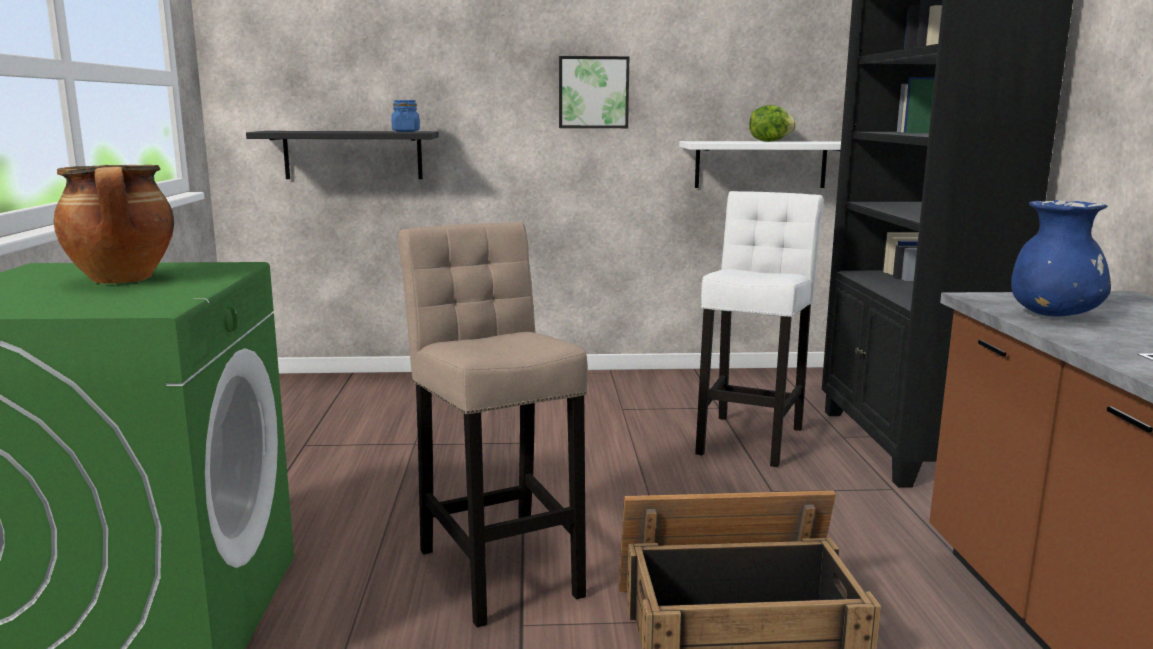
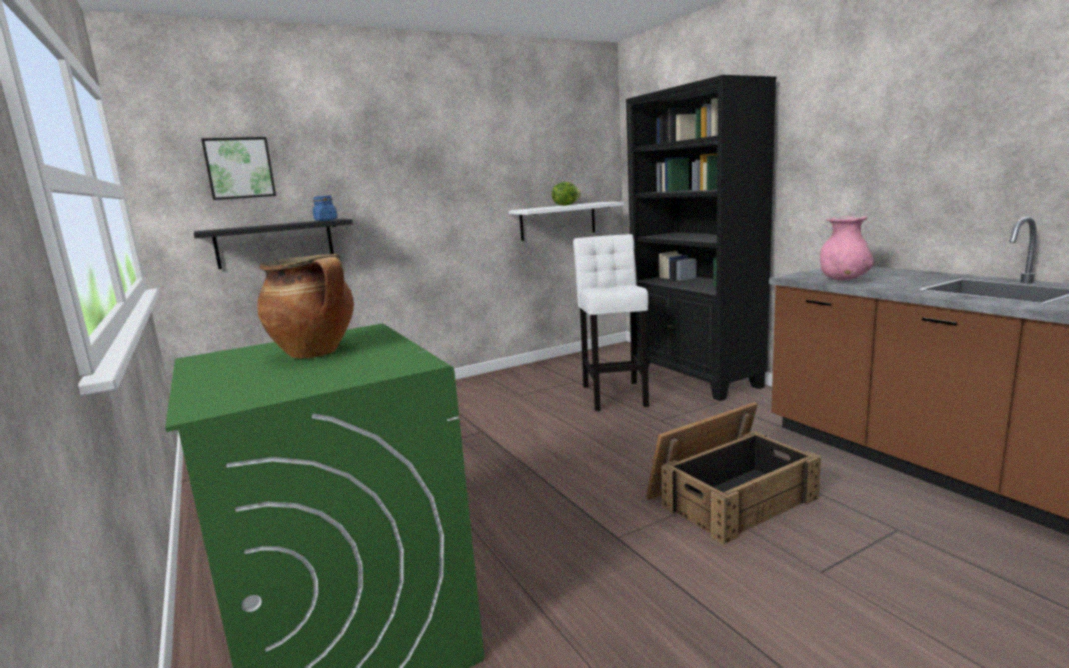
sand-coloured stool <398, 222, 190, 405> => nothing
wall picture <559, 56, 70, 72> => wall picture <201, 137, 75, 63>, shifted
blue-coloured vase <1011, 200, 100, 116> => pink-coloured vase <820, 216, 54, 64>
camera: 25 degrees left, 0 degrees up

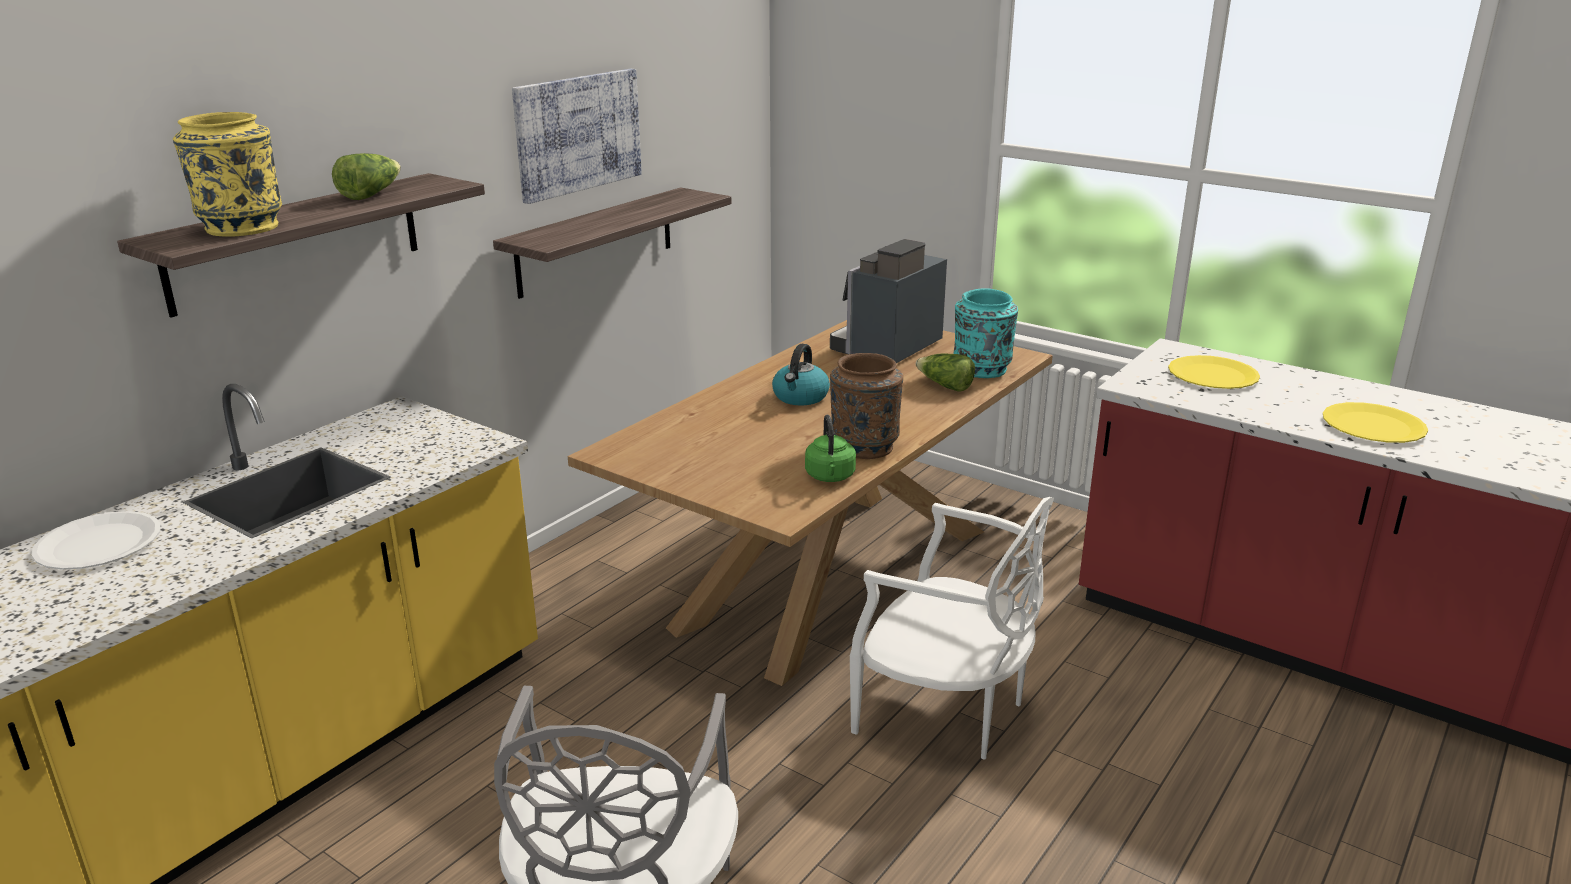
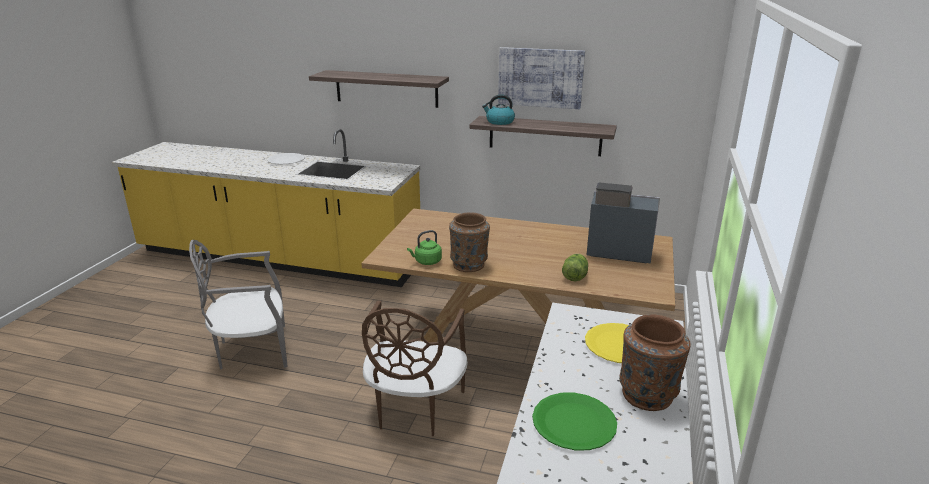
yellow-coloured vase <173, 112, 109, 125> => nothing
head of lettuce <332, 153, 69, 47> => nothing
turquoise vase <954, 288, 64, 90> => nothing
nothing => brownish vase <619, 314, 72, 97>
water kettle <772, 344, 58, 61> => water kettle <482, 95, 33, 30>, shifted
white plain chair <850, 497, 204, 263> => brownish plain chair <362, 300, 106, 136>
yellow-coloured flat dish <1323, 402, 105, 41> => greenish flat dish <532, 392, 85, 58>
camera: 70 degrees right, 0 degrees up

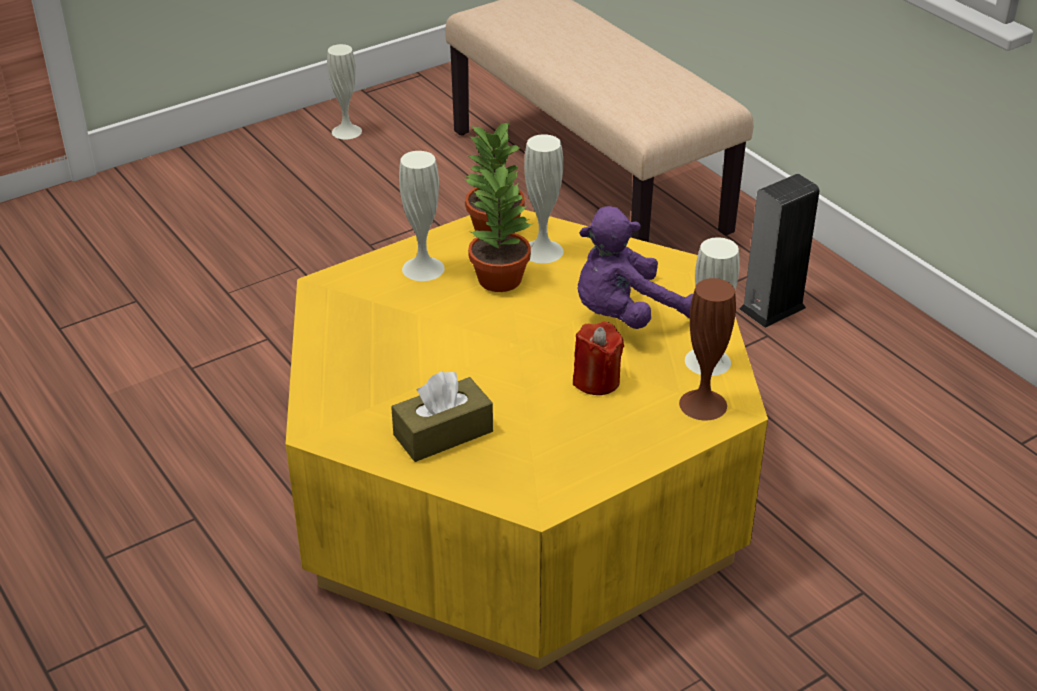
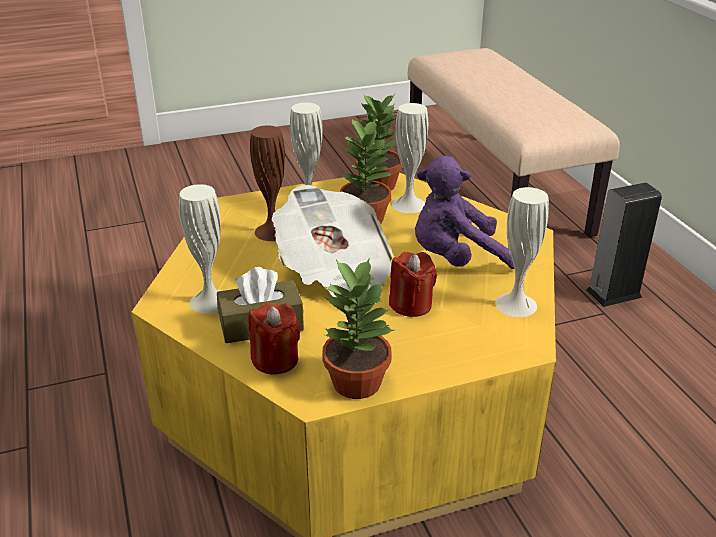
nothing => reddish candle <248, 302, 52, 72>
nothing => printed paper <272, 185, 121, 113>
nothing => potted plant <322, 258, 72, 141>
white vase <327, 44, 35, 95> => white vase <179, 184, 42, 130>, shifted
brownish vase <679, 278, 57, 143> => brownish vase <250, 126, 35, 115>, shifted
camera: 15 degrees right, 5 degrees down

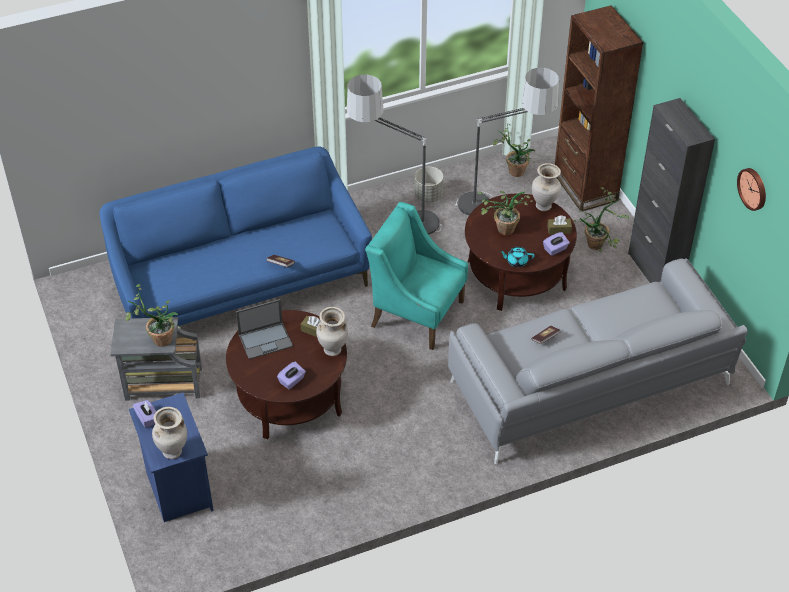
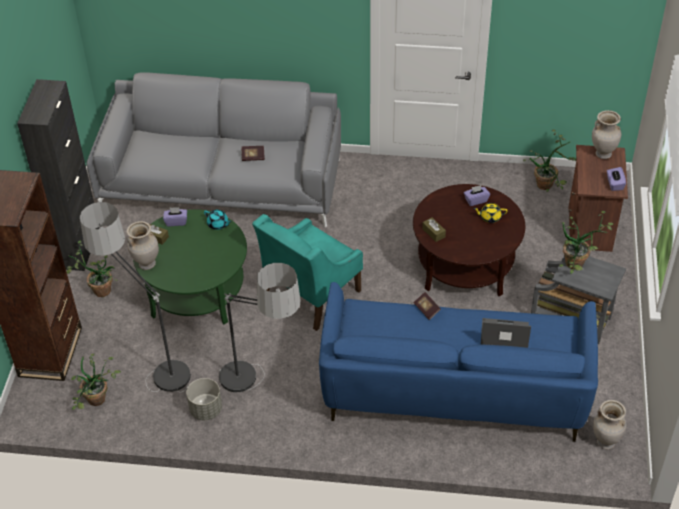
hanging clock <737, 168, 29, 43> => nothing
nothing => yellow-coloured tea pot <473, 203, 35, 20>
portable computer <236, 299, 57, 60> => portable computer <481, 318, 50, 30>, shifted
sand-coloured vase <316, 307, 32, 49> => sand-coloured vase <593, 400, 34, 49>, shifted
potted plant <477, 191, 56, 44> => potted plant <523, 129, 53, 63>, shifted
blue-coloured bedside table <129, 393, 85, 129> => brownish bedside table <569, 145, 59, 107>
brownish lounge table <465, 194, 112, 117> => greenish lounge table <133, 209, 114, 115>
turquoise armchair <365, 202, 103, 148> => turquoise armchair <252, 214, 111, 117>, 75 degrees clockwise
camera: 150 degrees left, 0 degrees up

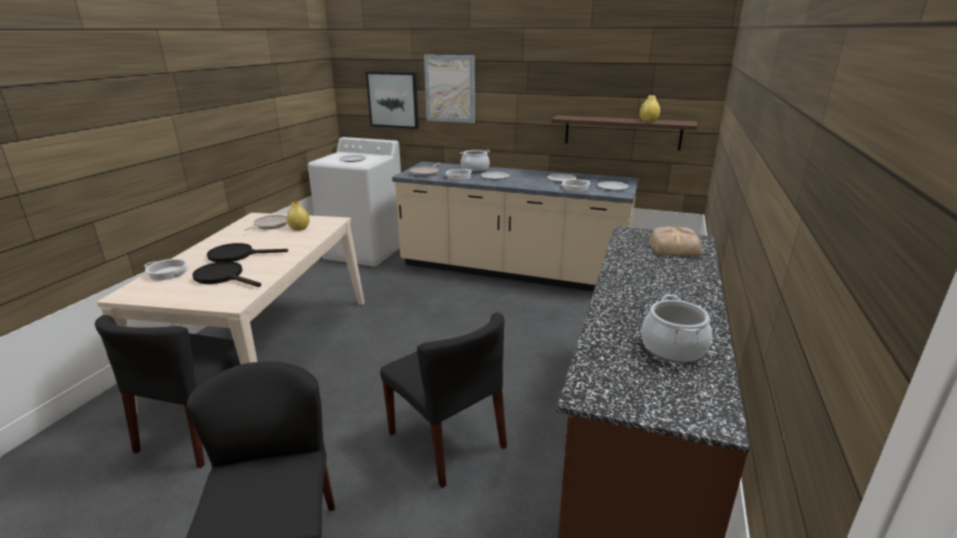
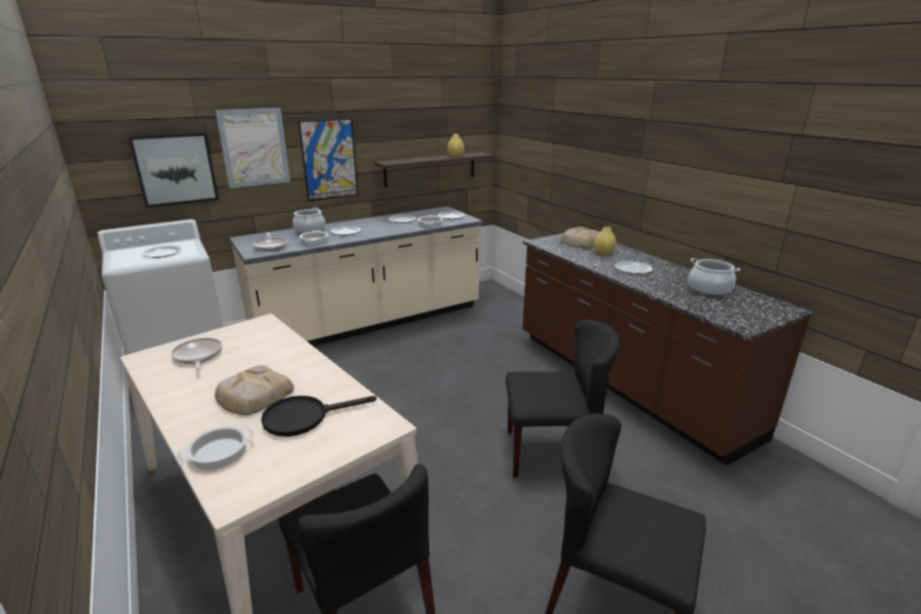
nothing => wall picture <298, 119, 60, 82>
nothing => flat dish <614, 261, 39, 13>
yellow-coloured vase <286, 202, 24, 29> => yellow-coloured vase <594, 226, 22, 29>, shifted
blackish frying pan <207, 243, 81, 19> => bakery bread <215, 365, 79, 50>
camera: 50 degrees left, 0 degrees up

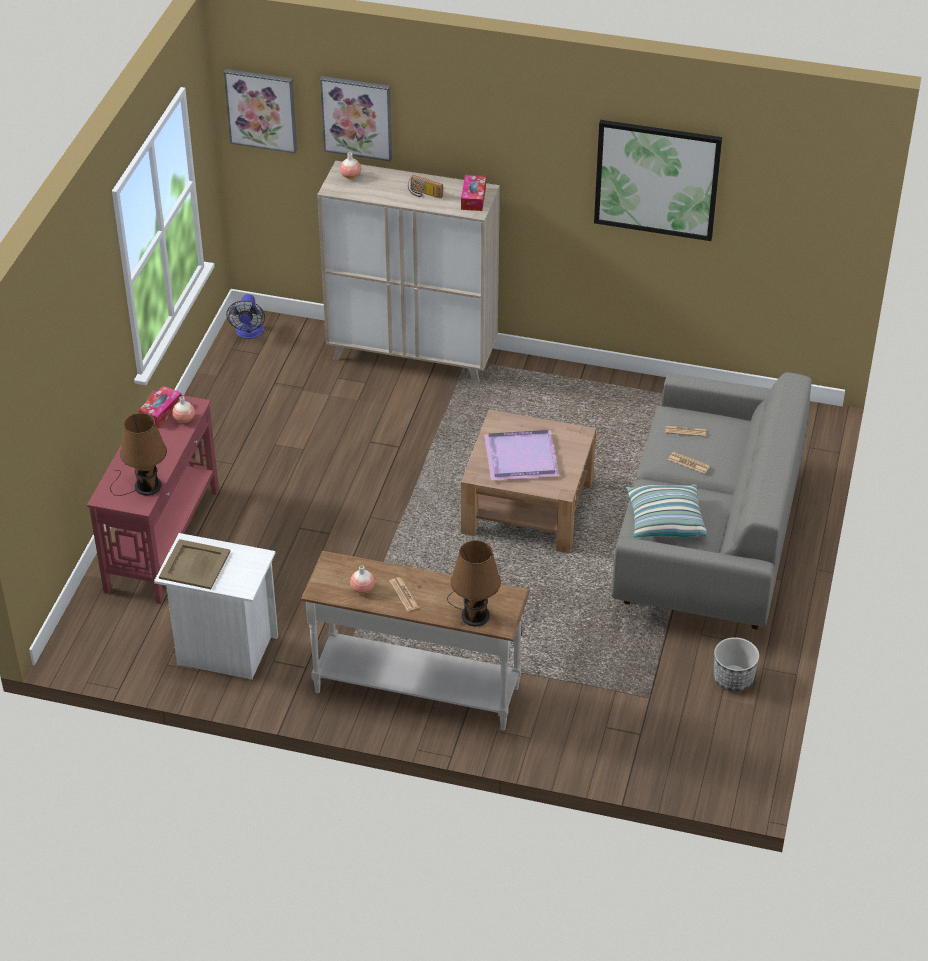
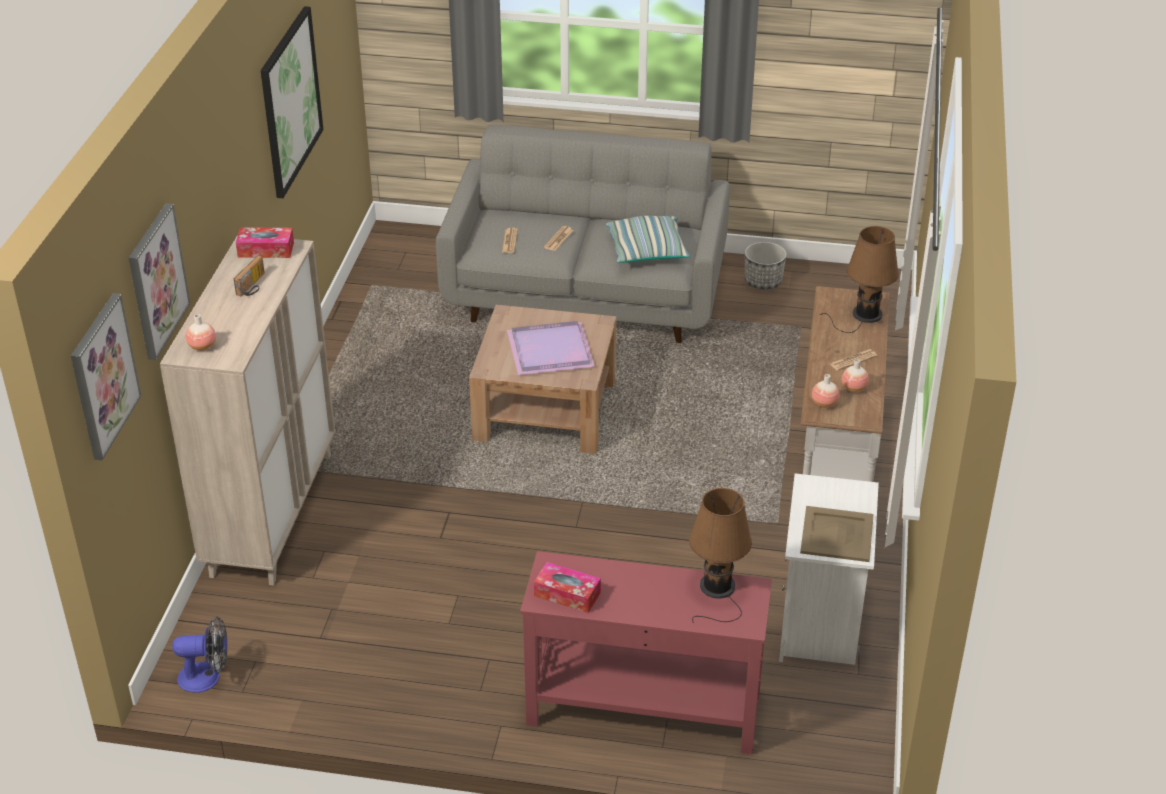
vase <172, 396, 23, 27> => vase <812, 374, 27, 34>, shifted
camera: 95 degrees left, 5 degrees down

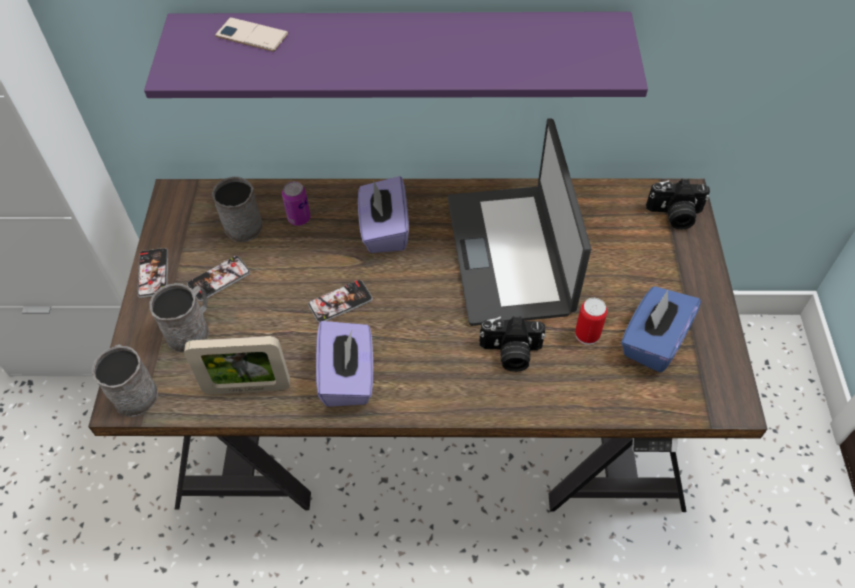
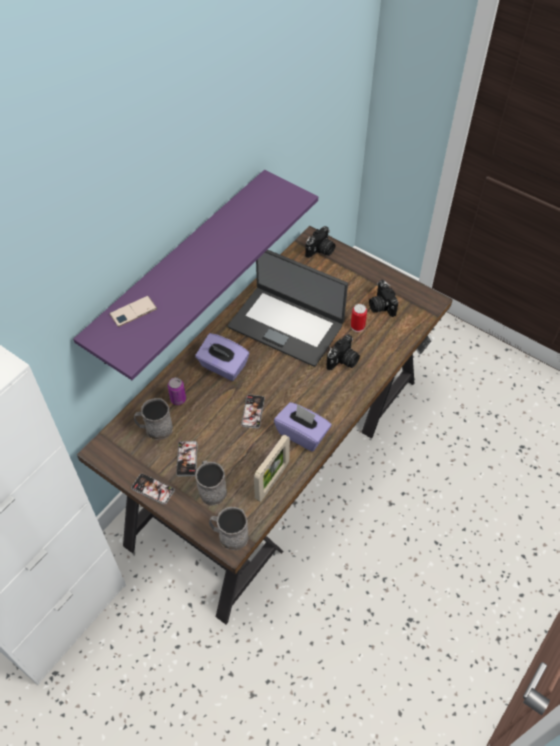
blue-coloured box of tissues <621, 286, 80, 86> => still camera <369, 280, 30, 37>
camera: 55 degrees left, 0 degrees up

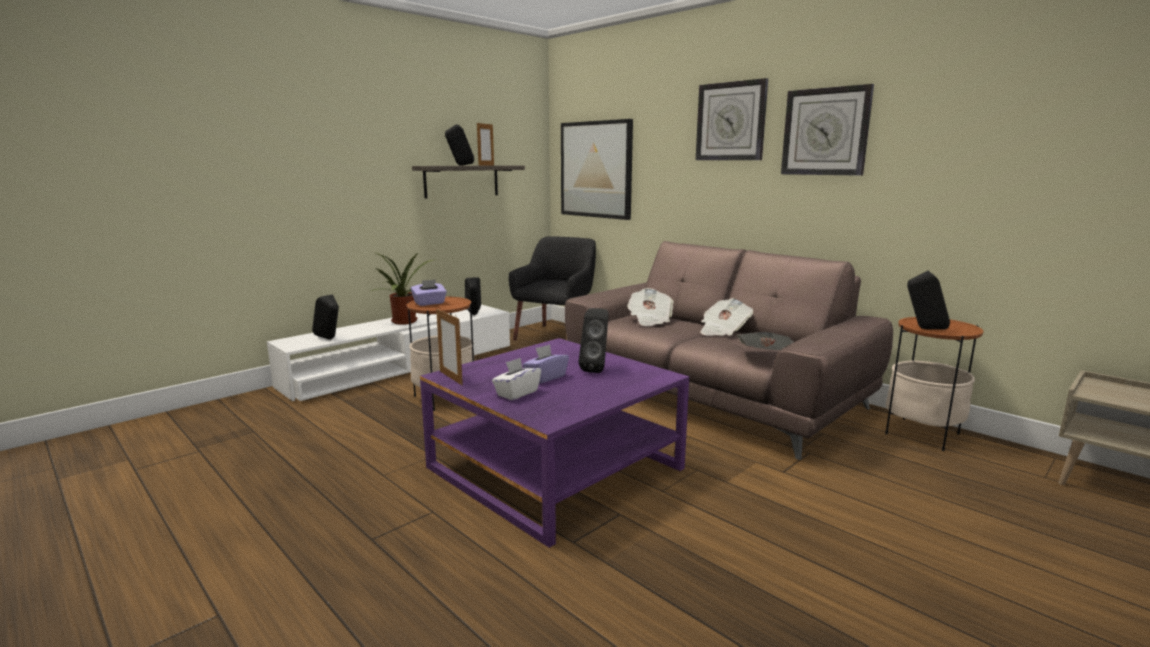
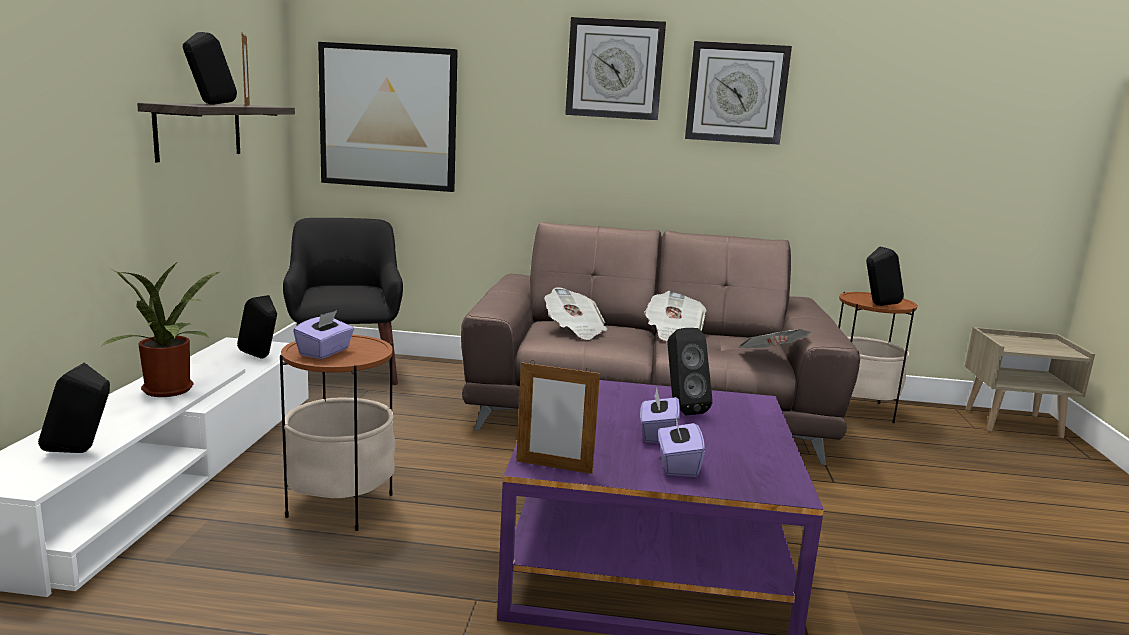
white box of tissues <492, 358, 49, 42> => purple box of tissues <658, 414, 47, 63>
camera: 40 degrees left, 0 degrees up

